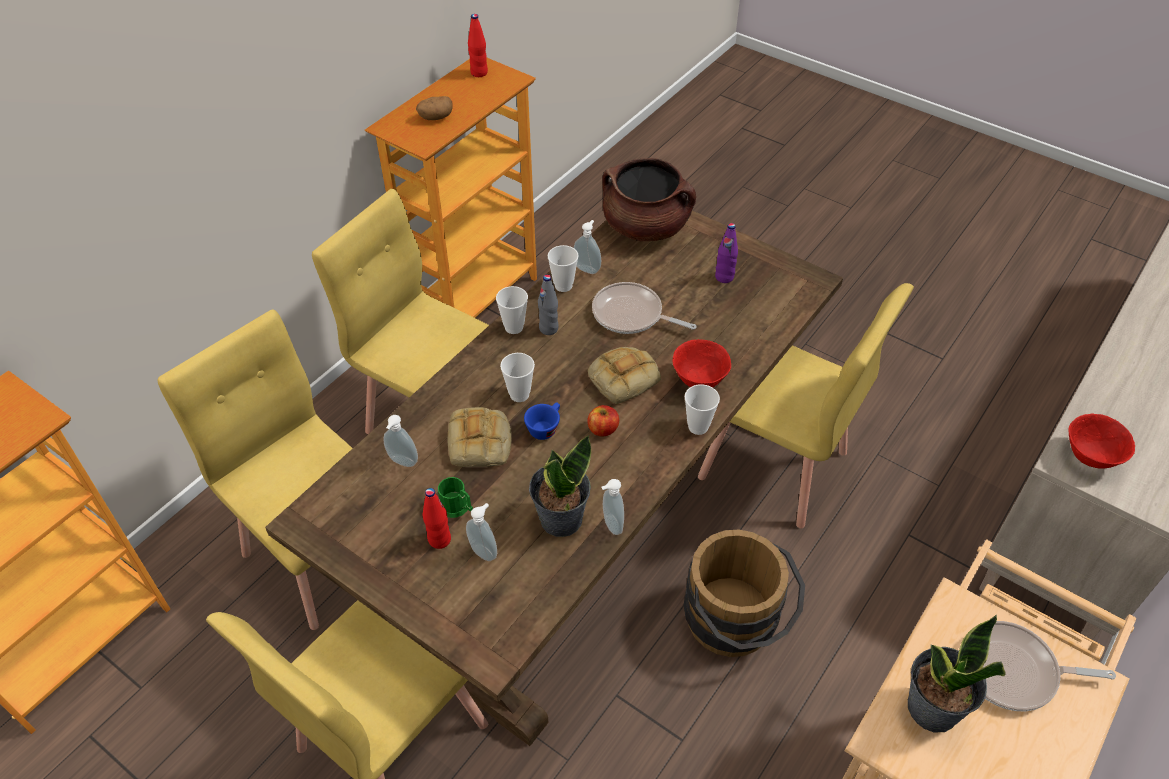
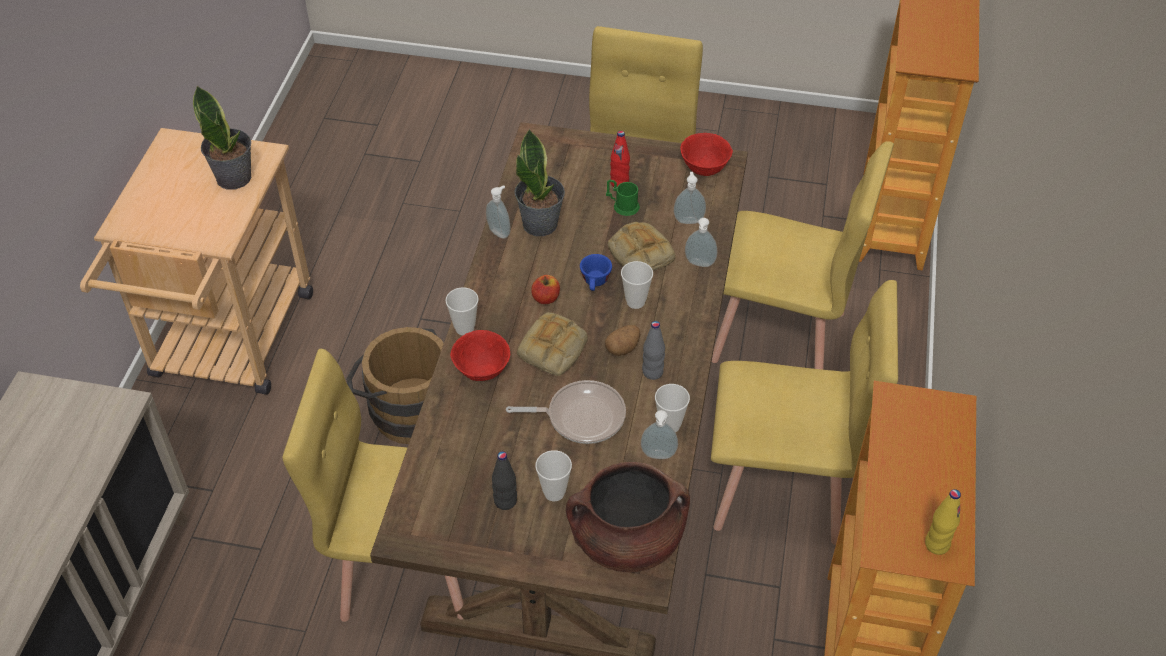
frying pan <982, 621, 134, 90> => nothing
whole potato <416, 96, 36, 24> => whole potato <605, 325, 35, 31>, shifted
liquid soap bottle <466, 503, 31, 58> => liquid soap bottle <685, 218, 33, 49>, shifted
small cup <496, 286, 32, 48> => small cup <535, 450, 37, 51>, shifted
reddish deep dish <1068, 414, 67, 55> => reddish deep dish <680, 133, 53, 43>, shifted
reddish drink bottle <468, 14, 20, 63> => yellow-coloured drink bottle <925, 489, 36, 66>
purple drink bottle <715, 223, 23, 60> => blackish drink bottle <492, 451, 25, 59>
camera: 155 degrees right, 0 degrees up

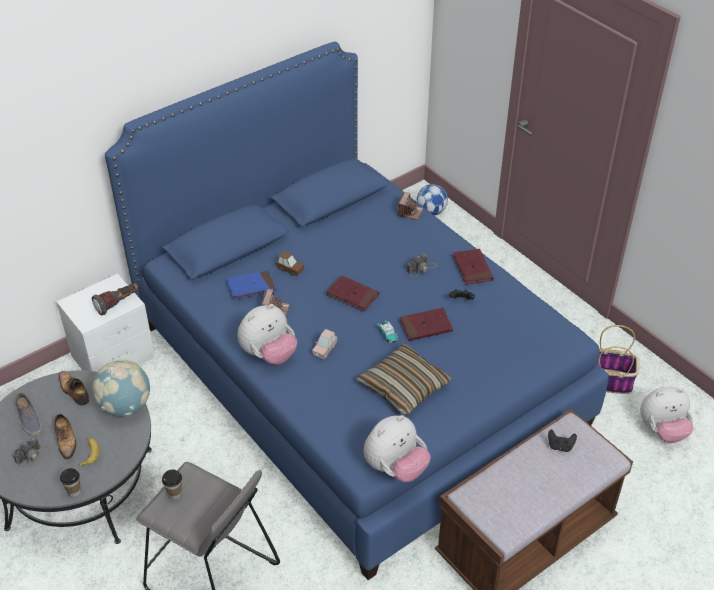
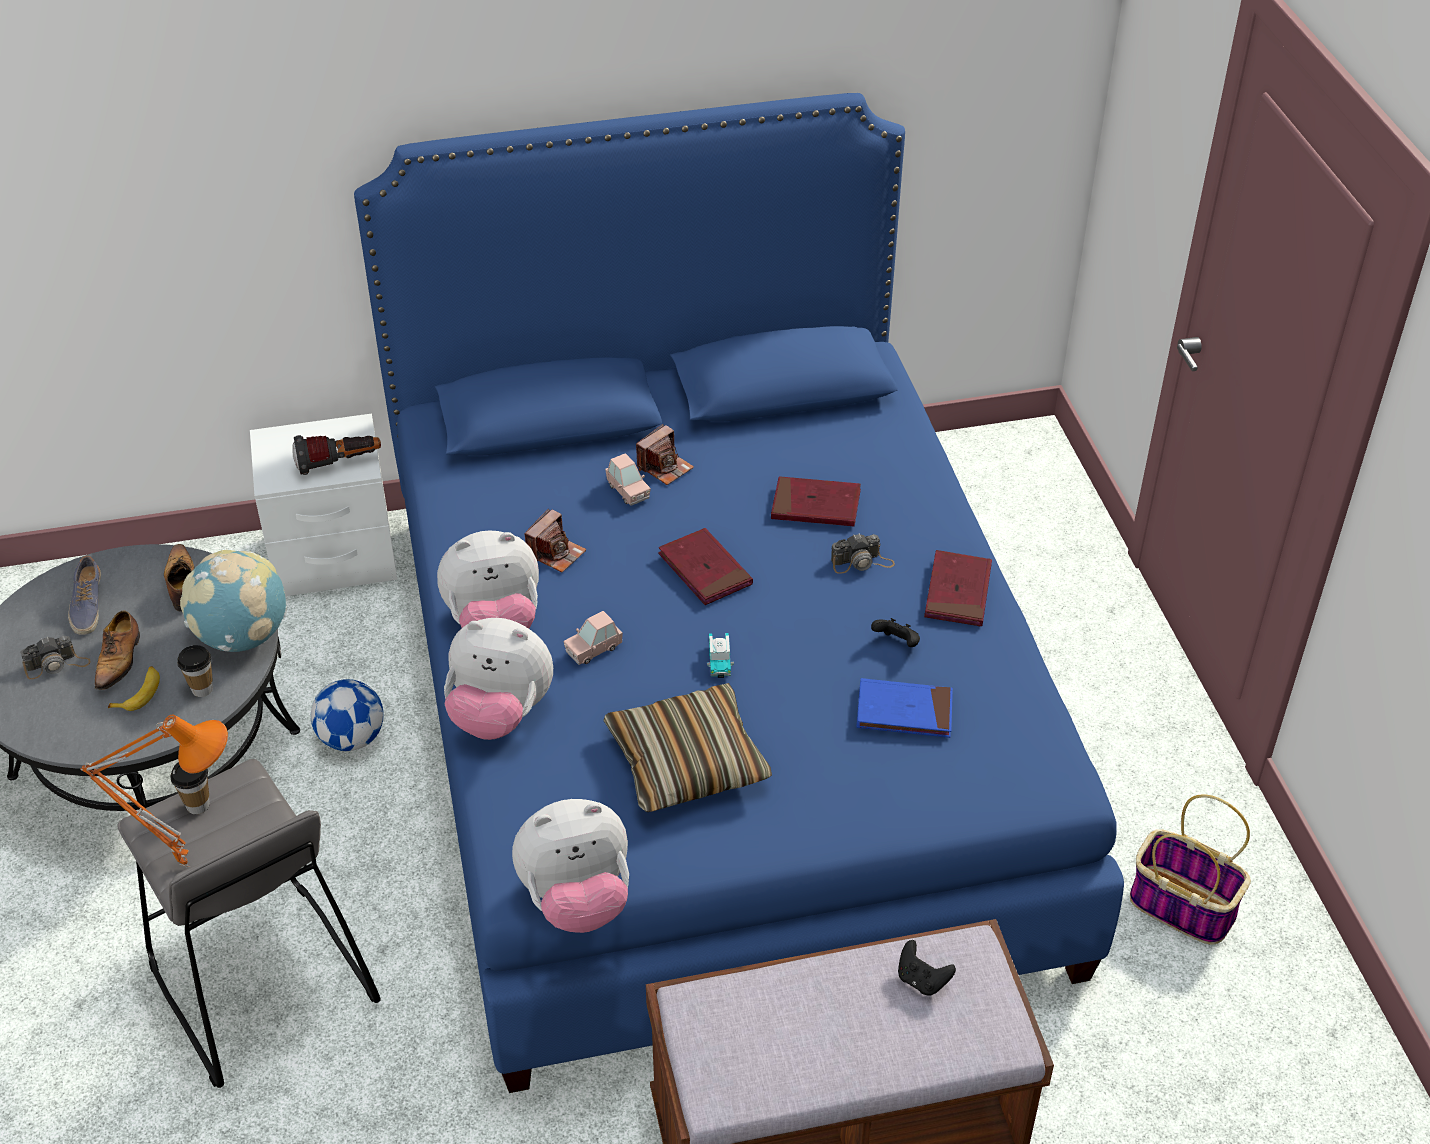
nothing => orange-coloured table lamp <80, 714, 148, 153>
small cup <60, 468, 21, 29> => small cup <177, 645, 36, 52>, shifted
blue-coloured bound book <227, 270, 50, 30> => blue-coloured bound book <856, 678, 97, 60>, shifted
still camera <398, 192, 25, 28> => still camera <636, 424, 58, 61>, shifted
reddish bound book <400, 308, 53, 33> => reddish bound book <771, 476, 90, 50>, shifted
ball for football <417, 184, 31, 31> => ball for football <311, 679, 73, 72>, shifted
plush toy <640, 386, 53, 57> => plush toy <444, 618, 109, 122>, shifted
brownish miniature car <276, 251, 28, 25> => pink-coloured miniature car <605, 453, 46, 53>
camera: 25 degrees right, 0 degrees up

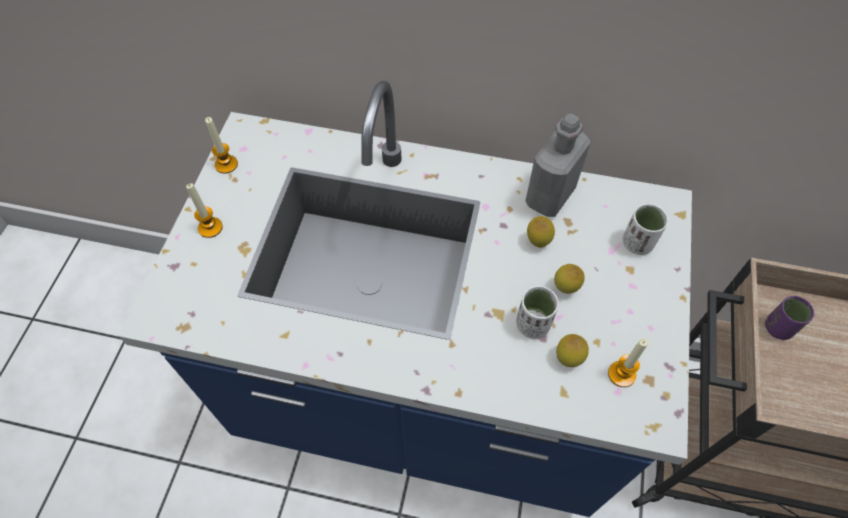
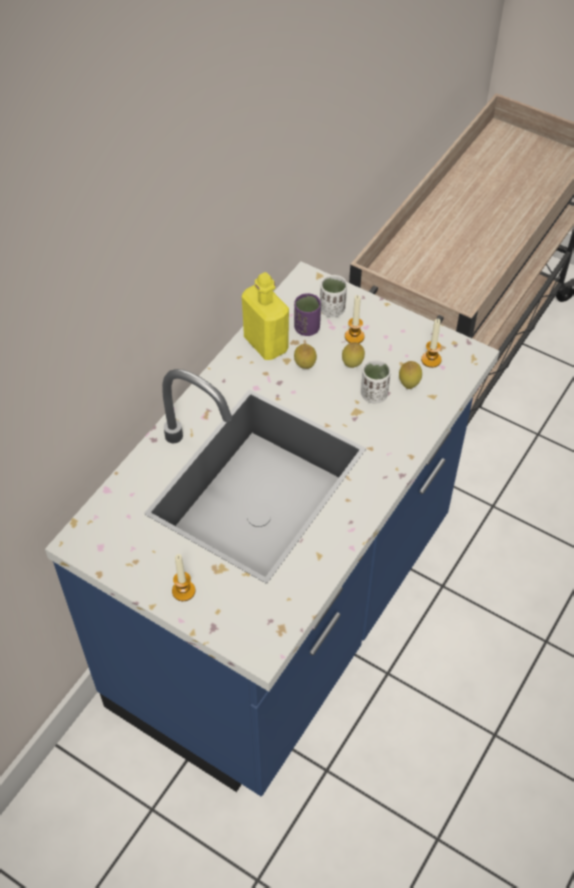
candle <205, 117, 33, 57> => candle <345, 295, 20, 48>, shifted
purple small cup <765, 296, 50, 44> => purple small cup <294, 293, 27, 43>, shifted
gray drink bottle <525, 113, 66, 104> => yellow-coloured drink bottle <242, 272, 47, 88>
camera: 70 degrees left, 5 degrees down

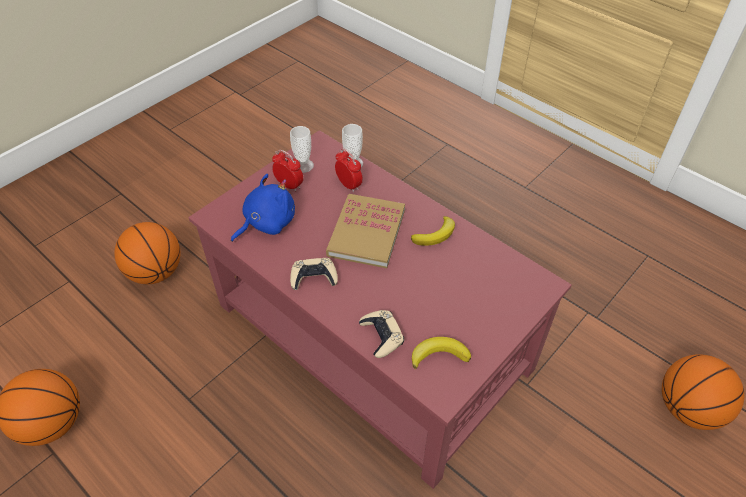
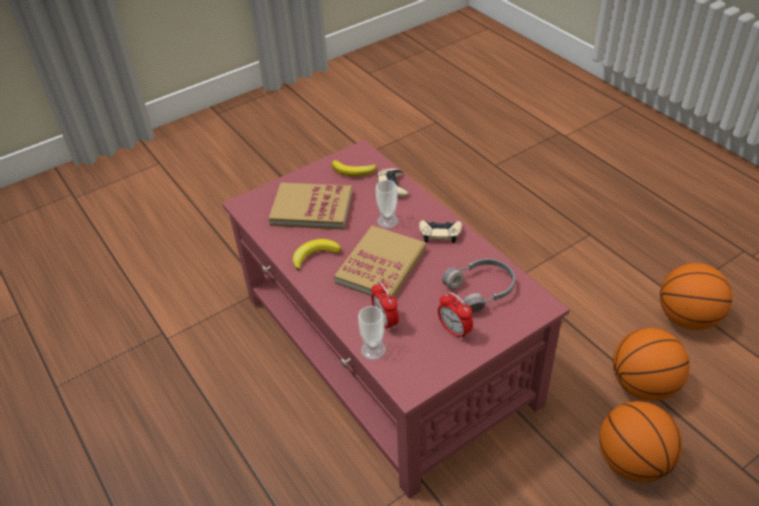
nothing => bound book <269, 183, 83, 47>
small cup <290, 126, 24, 47> => small cup <376, 180, 23, 48>, shifted
basketball <662, 354, 82, 76> => basketball <613, 328, 77, 73>, shifted
blue-coloured plush toy <231, 174, 64, 68> => gray headset <442, 259, 73, 53>
camera: 165 degrees left, 5 degrees down

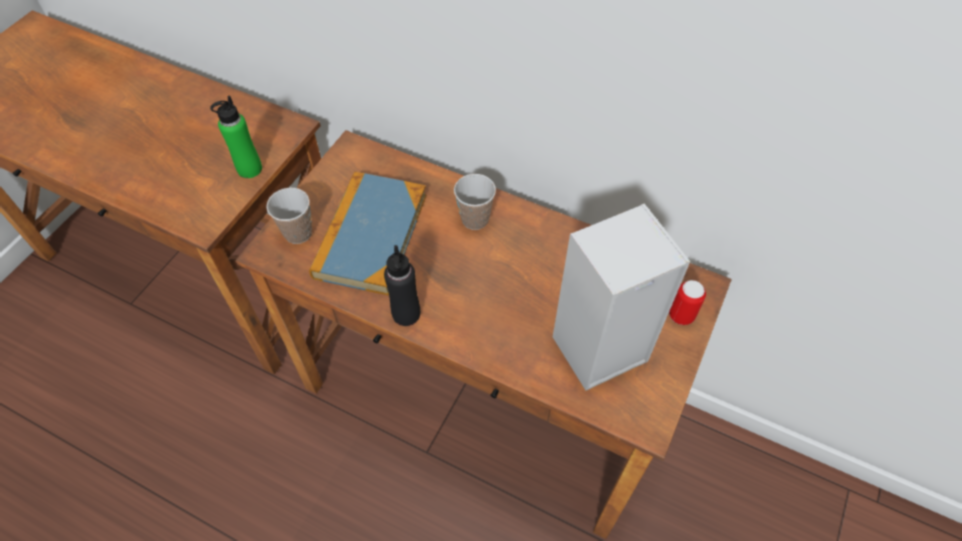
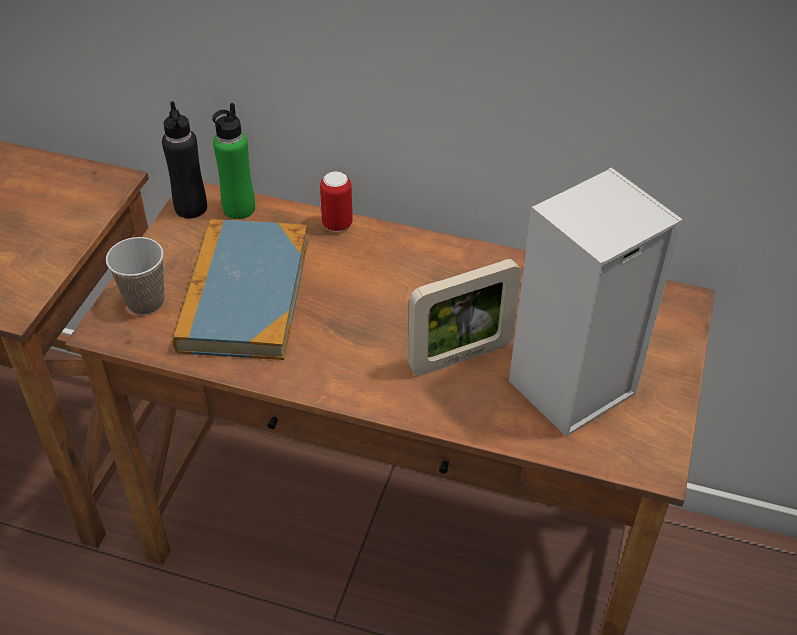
small cup <454, 174, 42, 56> => nothing
nothing => standing frame <408, 259, 113, 117>
greenish drink bottle <210, 96, 52, 82> => greenish drink bottle <212, 103, 43, 116>, shifted
blackish drink bottle <384, 245, 36, 81> => blackish drink bottle <162, 101, 45, 118>, shifted
can <669, 280, 37, 45> => can <320, 171, 33, 61>, shifted
camera: 10 degrees left, 10 degrees down

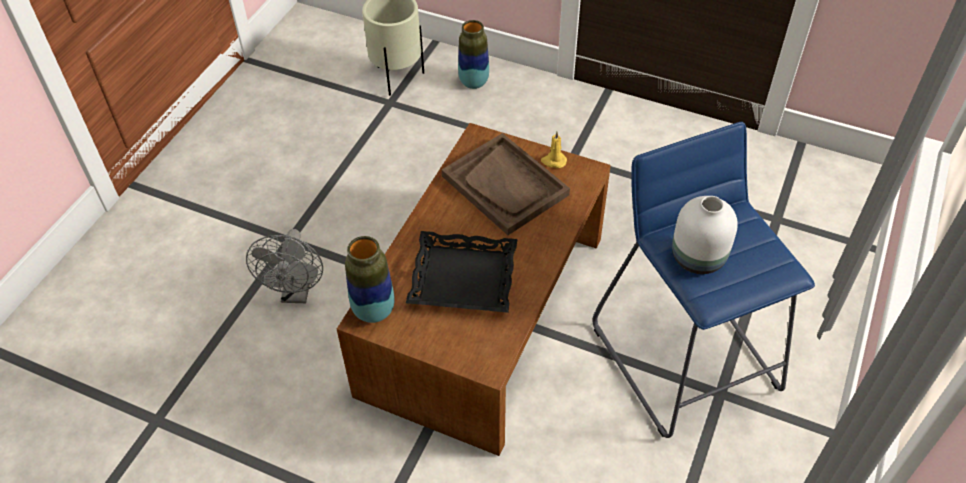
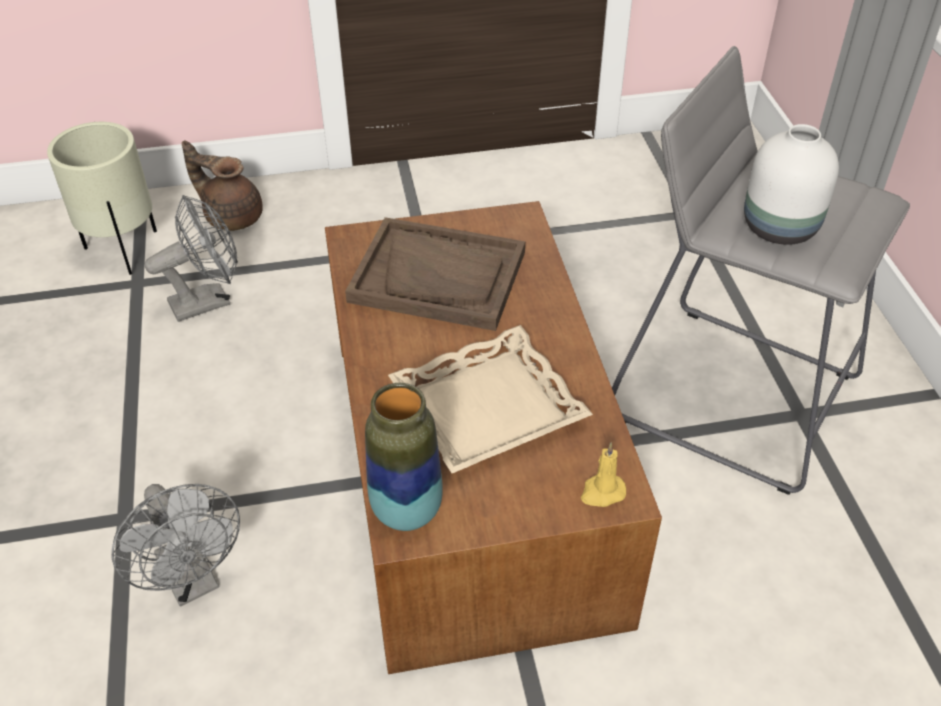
nothing => gray fan <145, 195, 93, 127>
yellow-coloured candle <541, 132, 26, 36> => yellow-coloured candle <581, 443, 45, 64>, shifted
vase <458, 20, 31, 69> => brownish tea pot <182, 141, 81, 90>
blackish tray <406, 231, 111, 82> => sand-coloured tray <388, 325, 205, 148>
blue-coloured stool <592, 122, 223, 316> => gray stool <612, 46, 298, 449>
camera: 35 degrees left, 5 degrees down

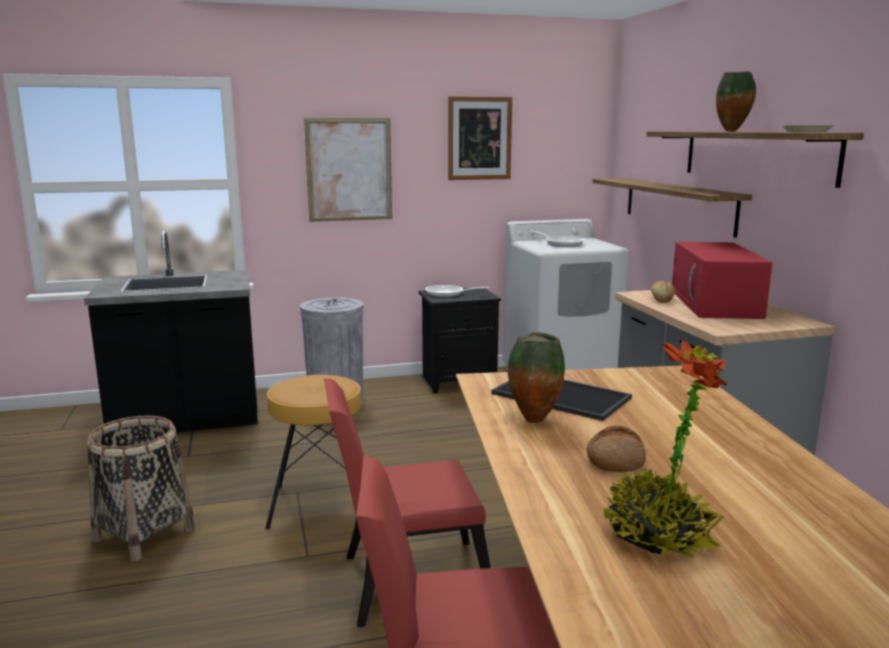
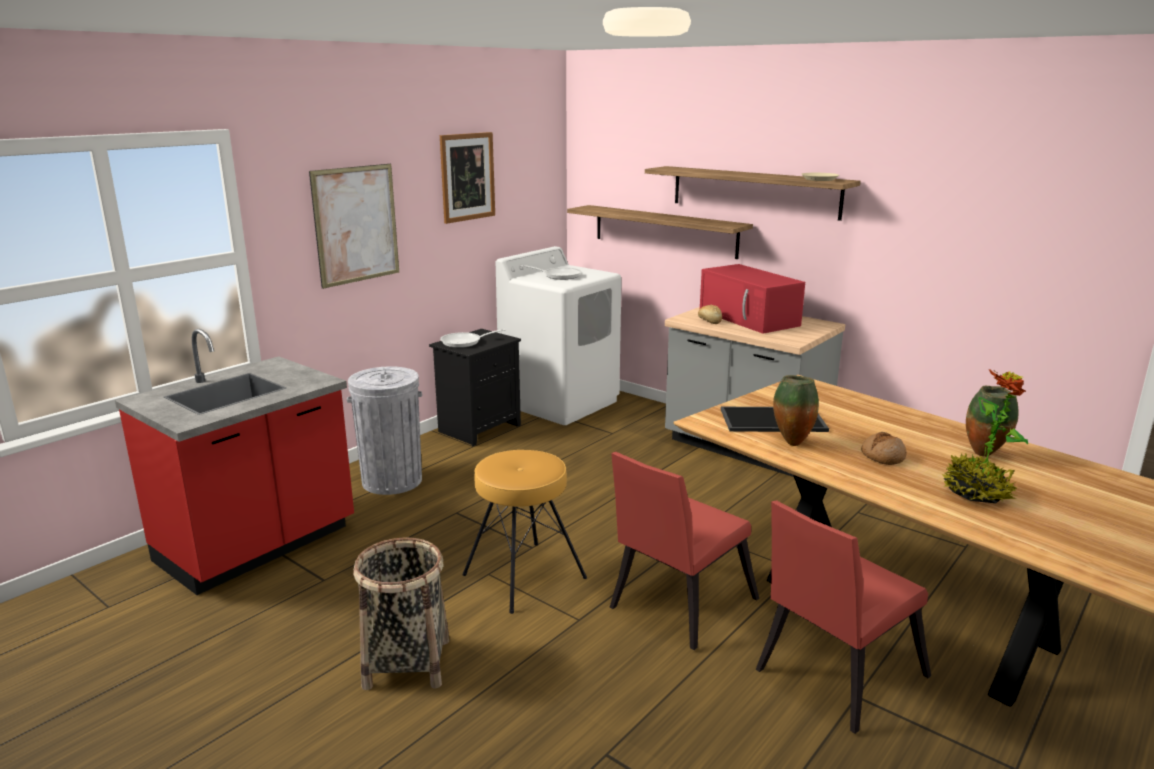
vase <716, 72, 40, 60> => vase <966, 386, 52, 71>, shifted
blackish kitchen counter <84, 230, 174, 203> => reddish kitchen counter <115, 329, 239, 266>
camera: 35 degrees left, 5 degrees up

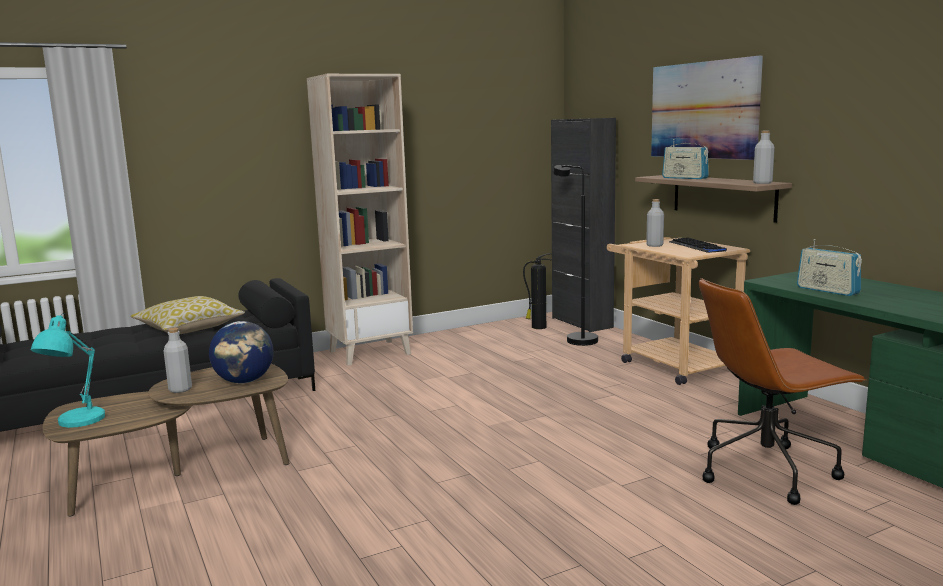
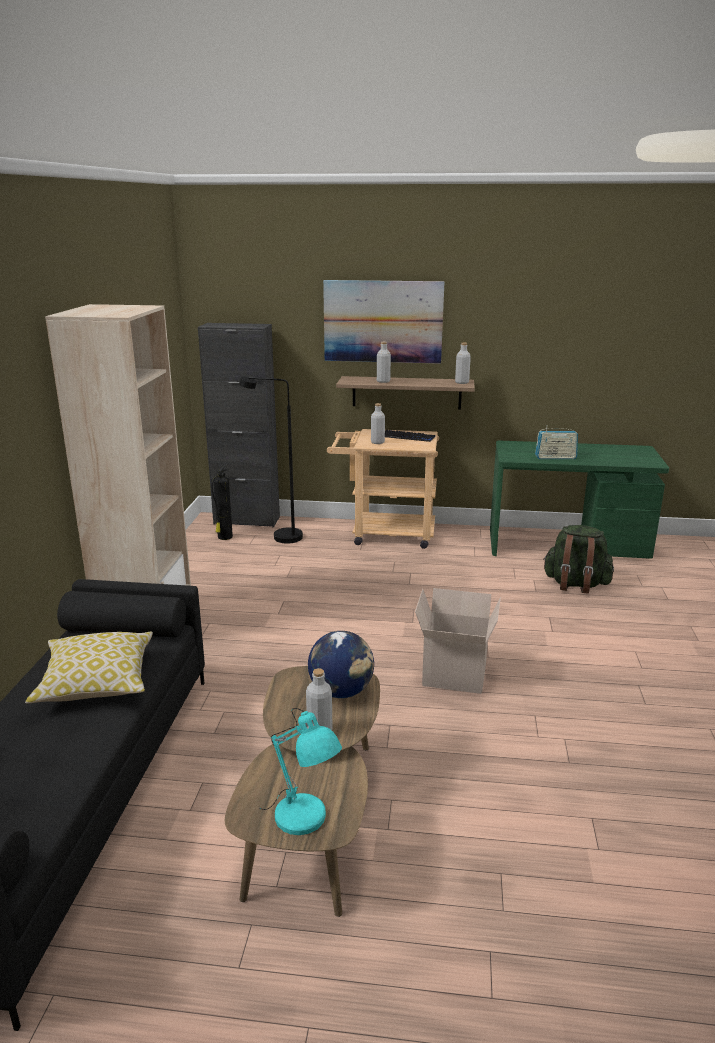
nothing => carton <415, 588, 86, 106>
radio <662, 139, 47, 40> => gray drink bottle <377, 342, 14, 41>
brownish office chair <699, 278, 167, 227> => greenish rucksack <543, 525, 71, 69>
camera: 55 degrees left, 10 degrees up

